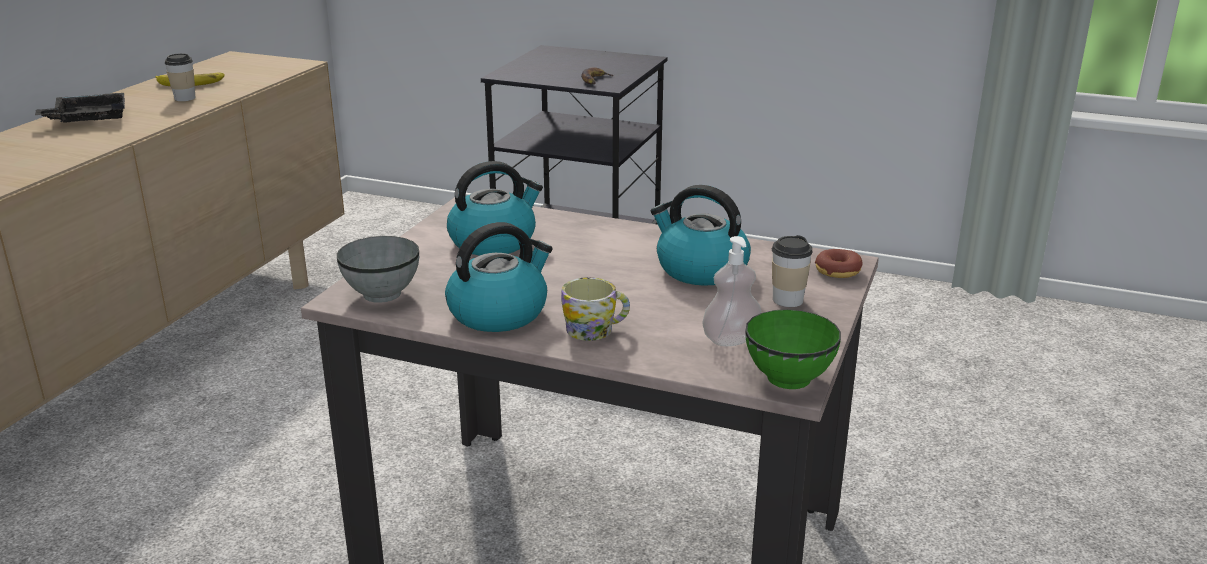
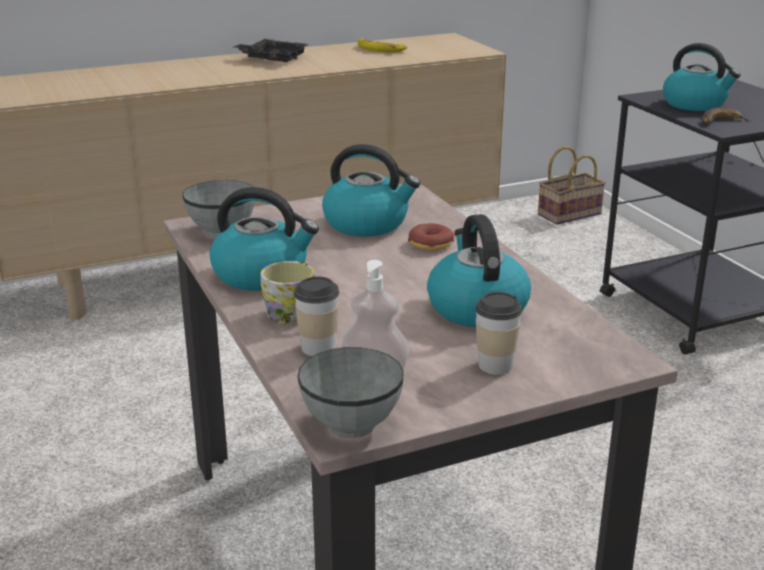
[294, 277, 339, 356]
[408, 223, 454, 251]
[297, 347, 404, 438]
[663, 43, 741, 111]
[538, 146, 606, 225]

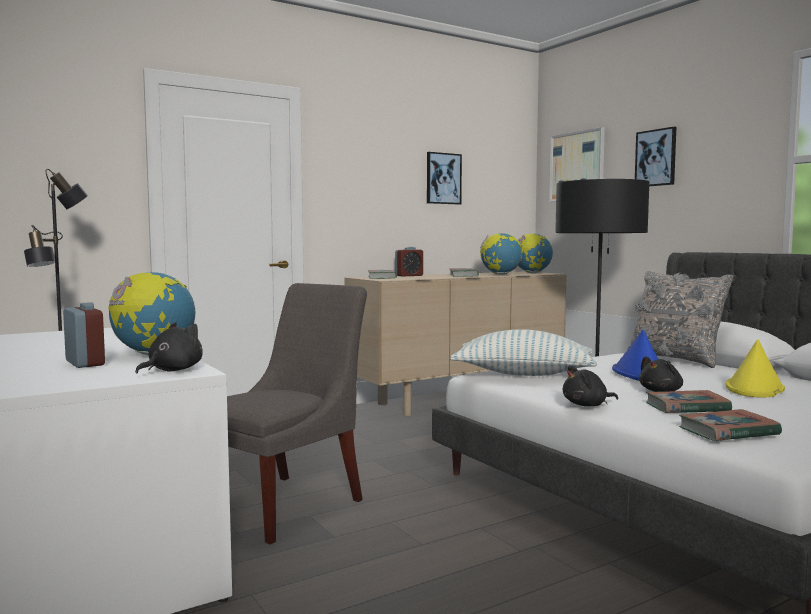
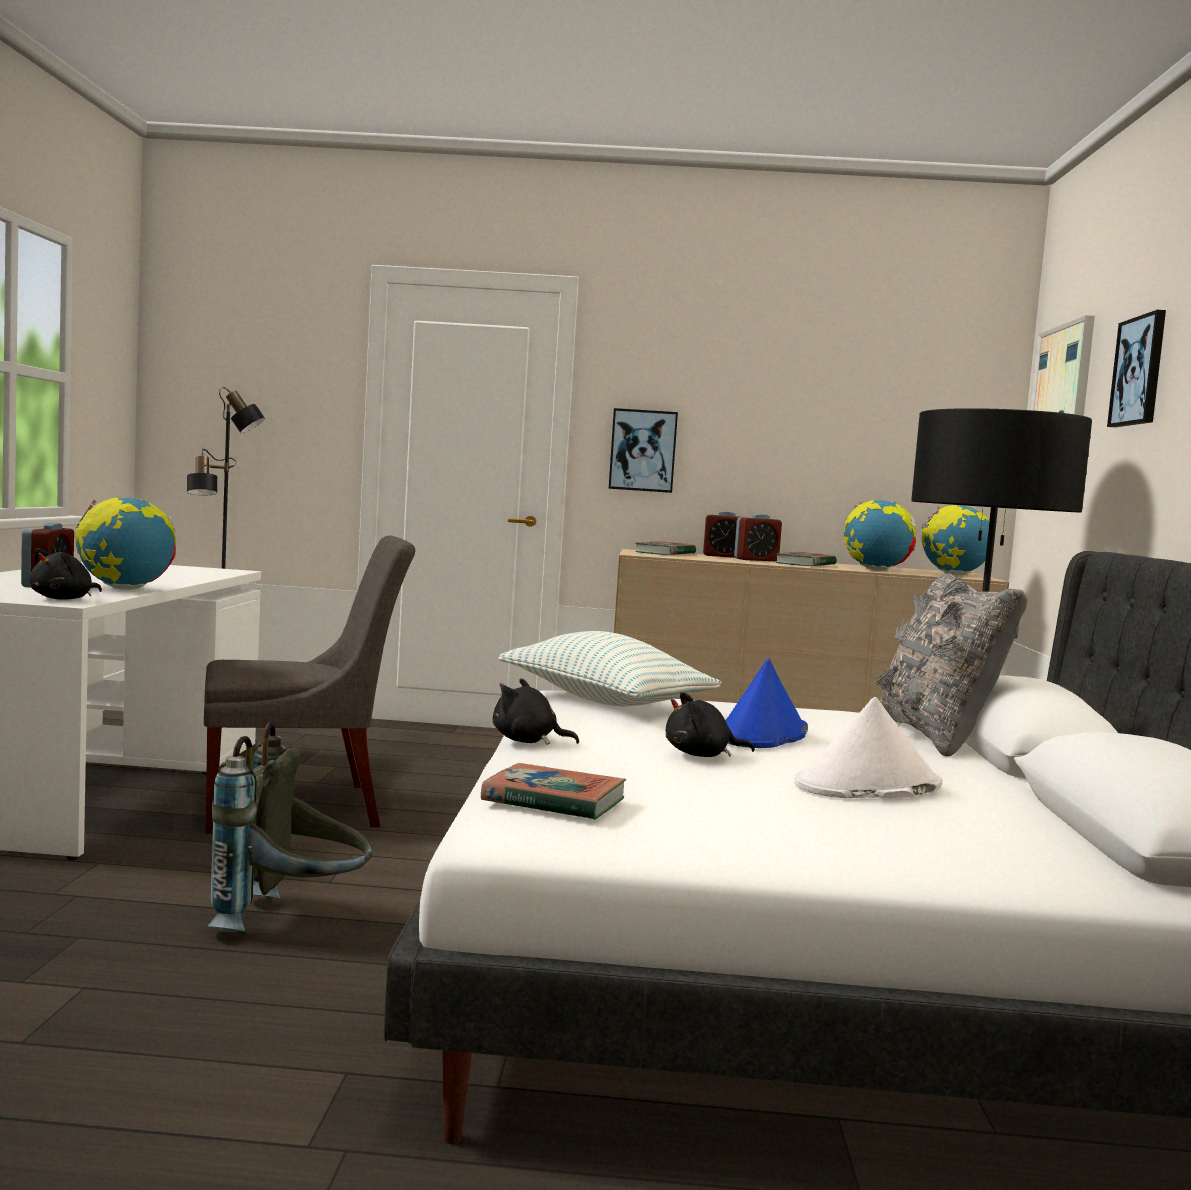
[609, 408, 678, 493]
[29, 548, 102, 600]
[794, 697, 942, 798]
[646, 390, 732, 413] (first image)
[734, 514, 782, 561]
[207, 722, 372, 931]

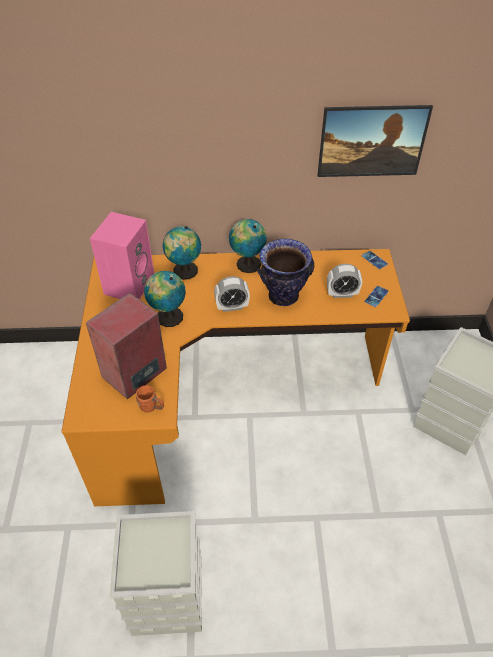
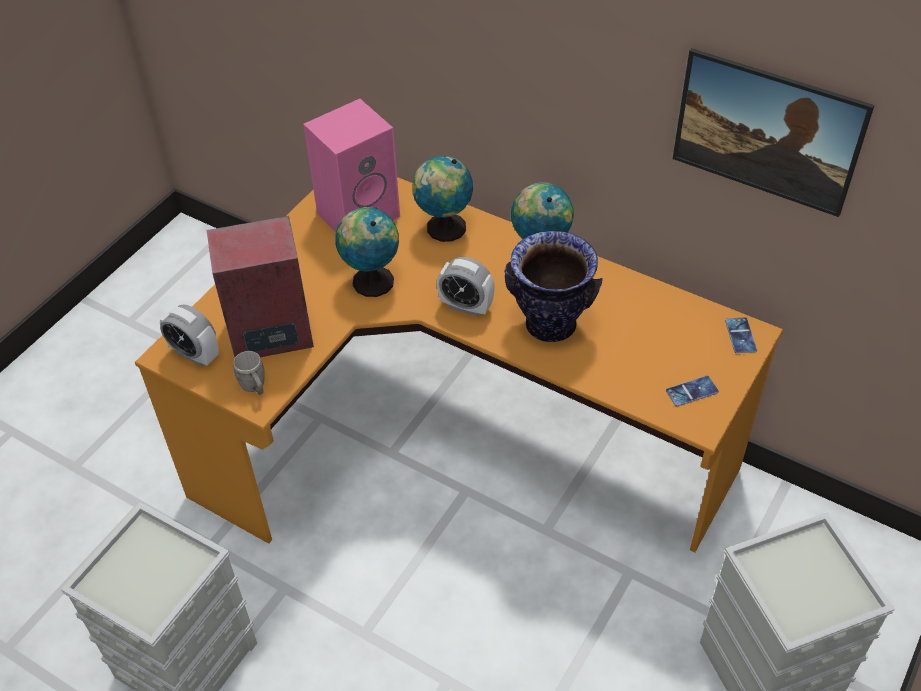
[160, 304, 219, 367]
[233, 351, 265, 395]

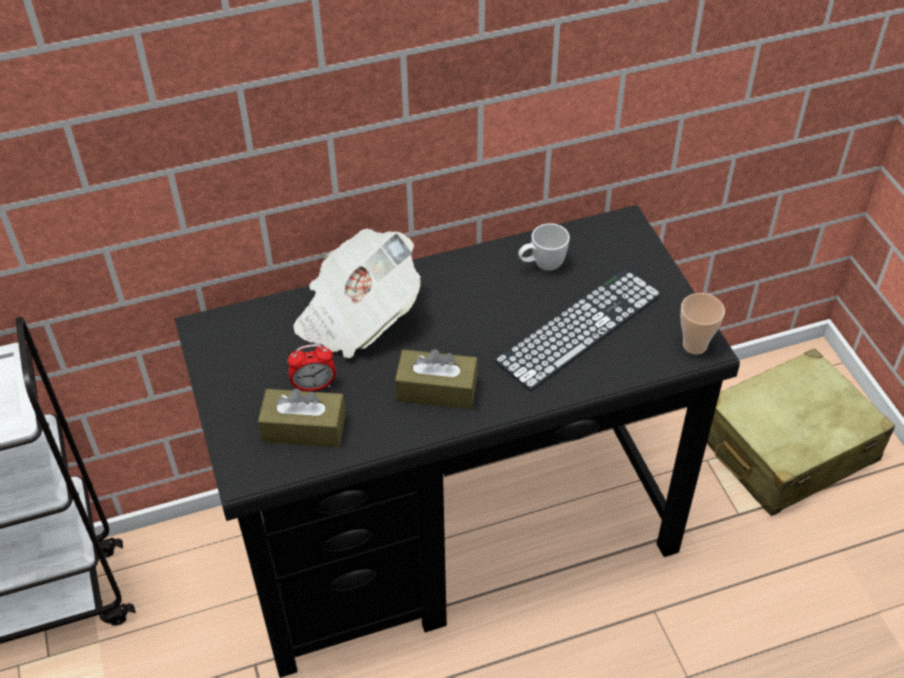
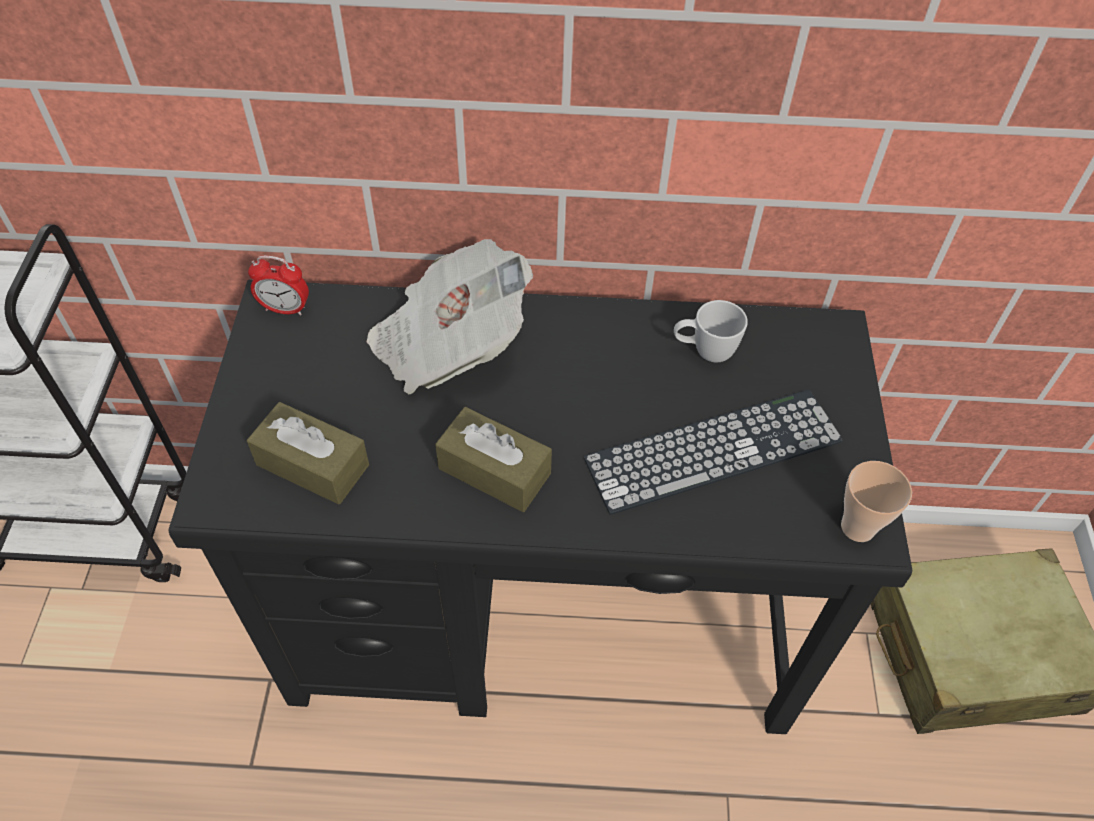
[248, 255, 309, 315]

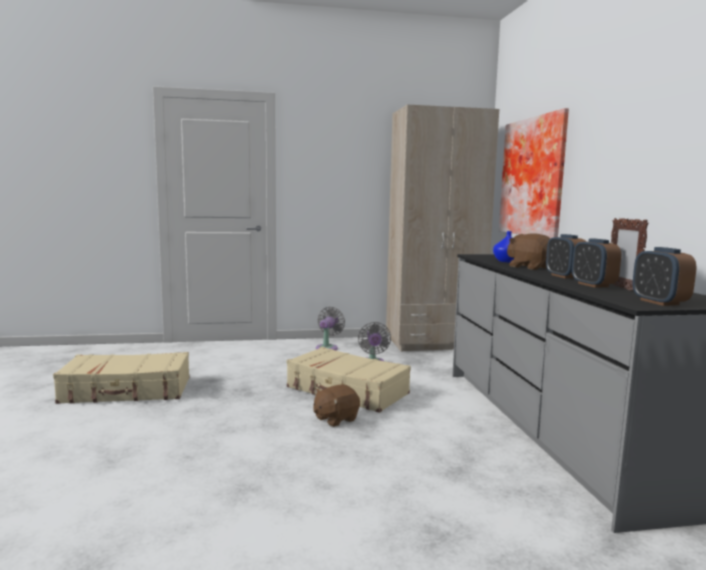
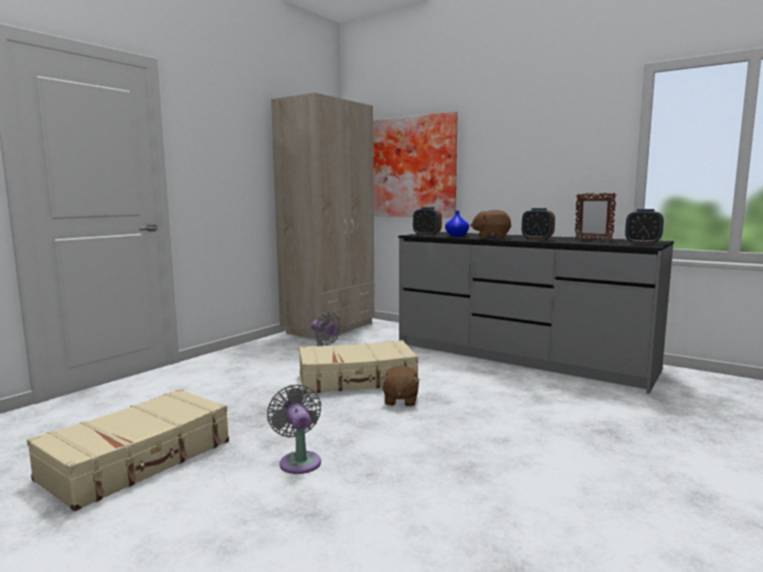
[413, 207, 442, 236]
[267, 385, 321, 474]

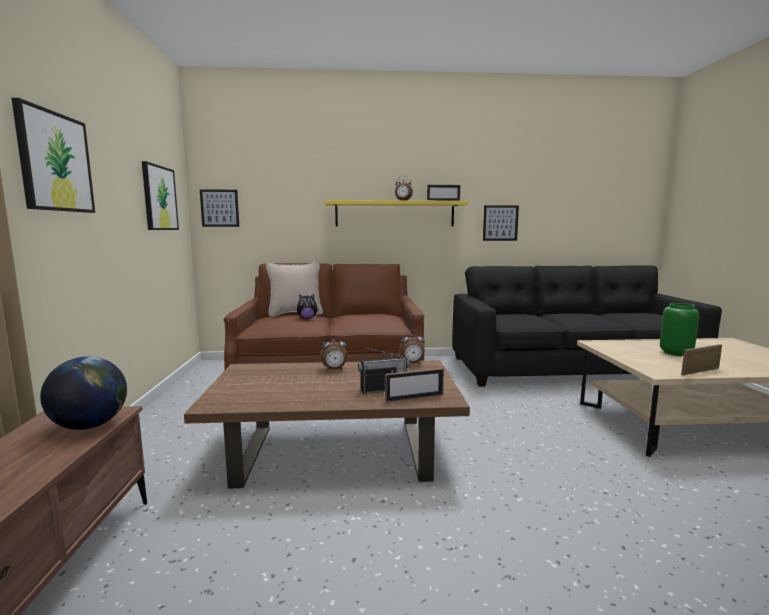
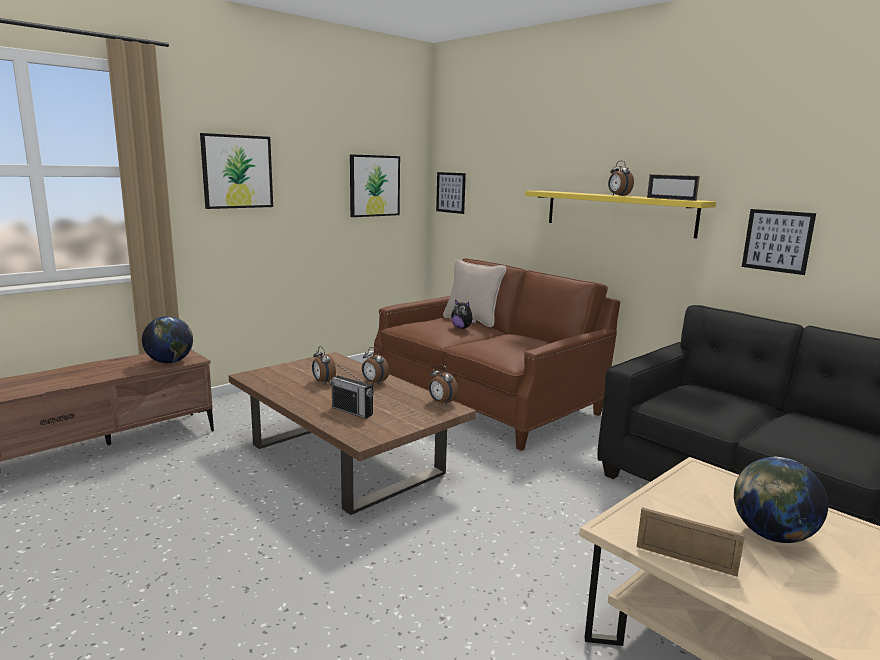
[734, 456, 828, 543]
[385, 368, 444, 402] (first image)
[312, 346, 336, 385]

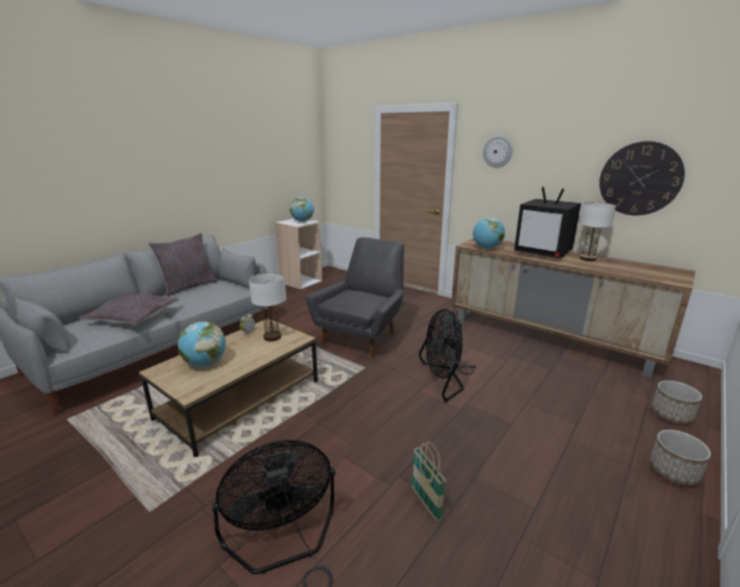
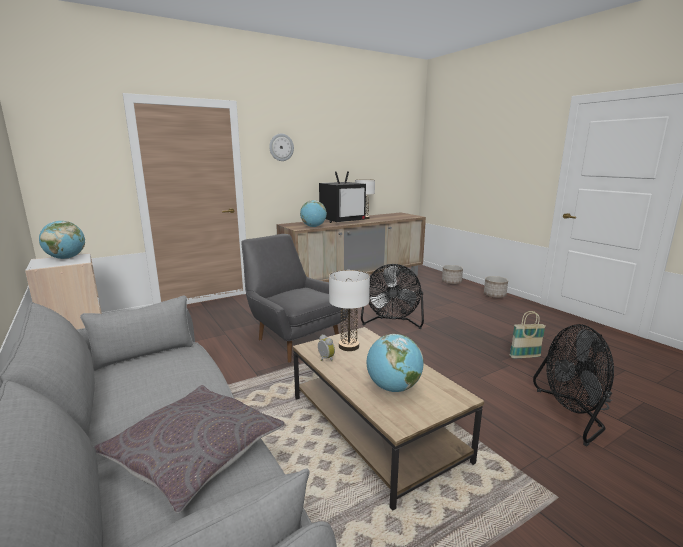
[599, 141, 685, 216] (first image)
[149, 233, 217, 296] (first image)

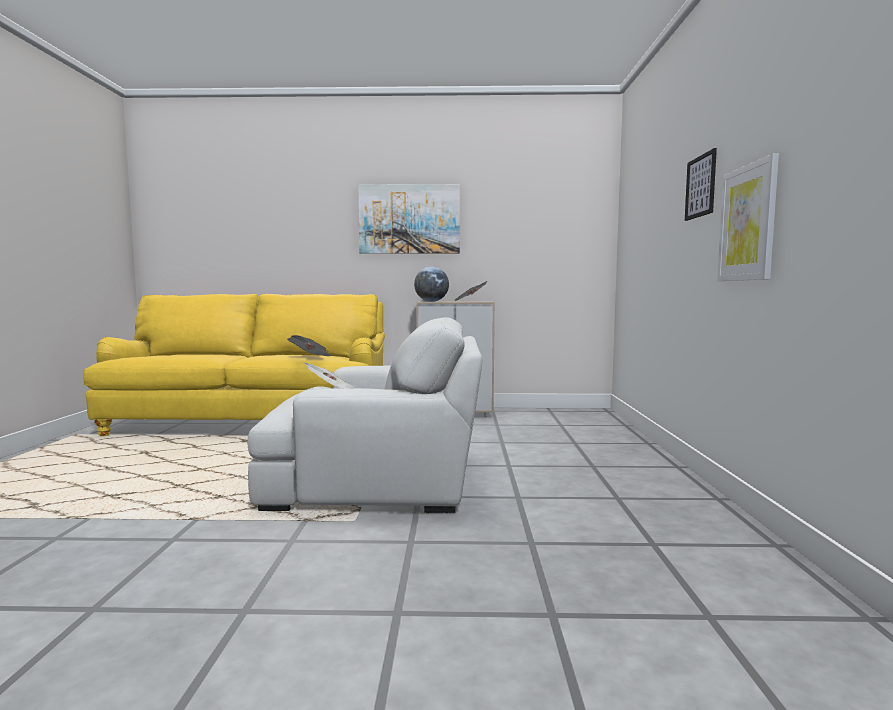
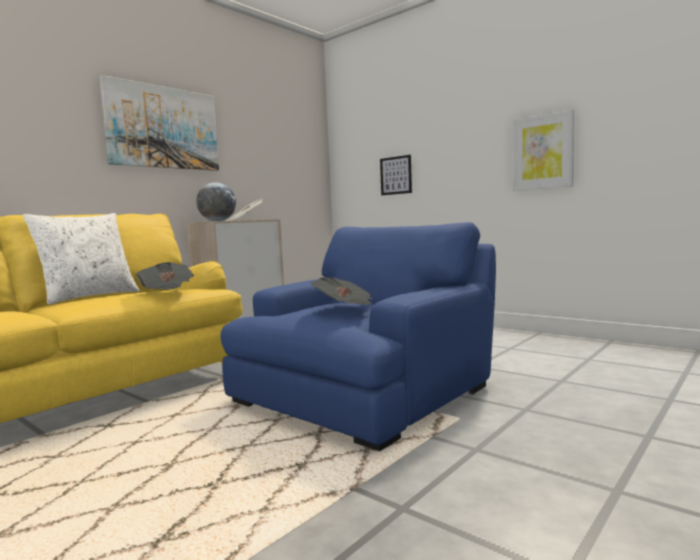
[380, 155, 412, 195]
[220, 222, 496, 451]
[23, 213, 140, 305]

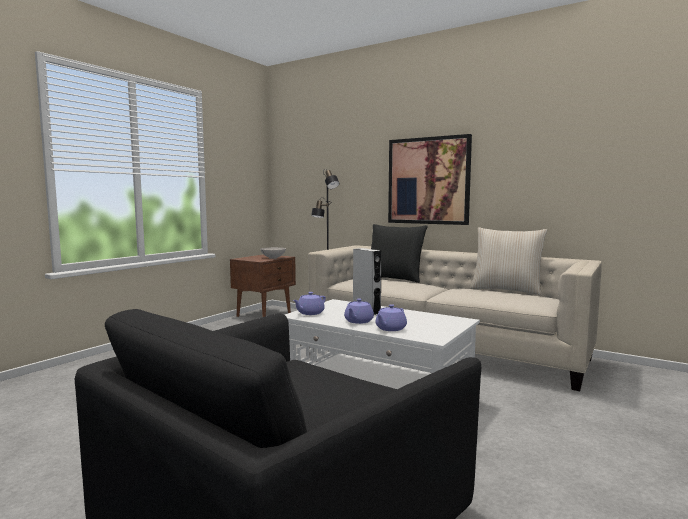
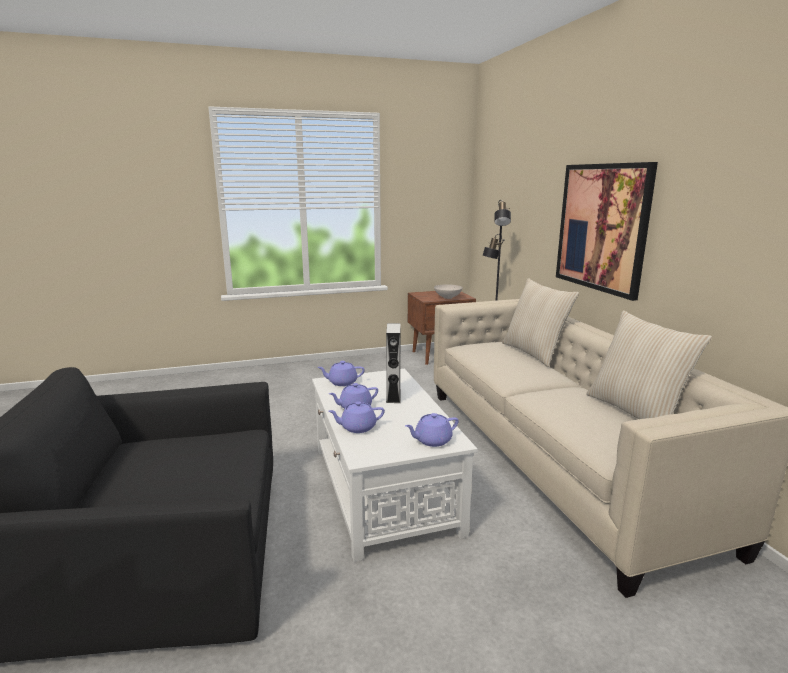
[502, 278, 579, 367]
[405, 413, 459, 447]

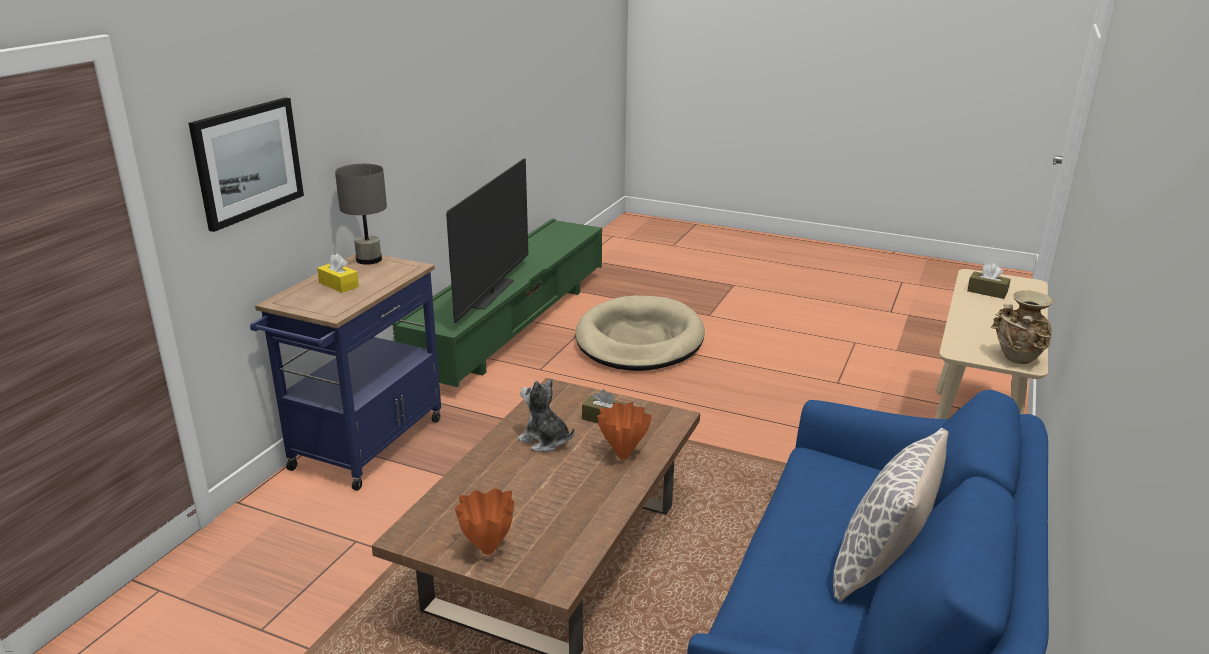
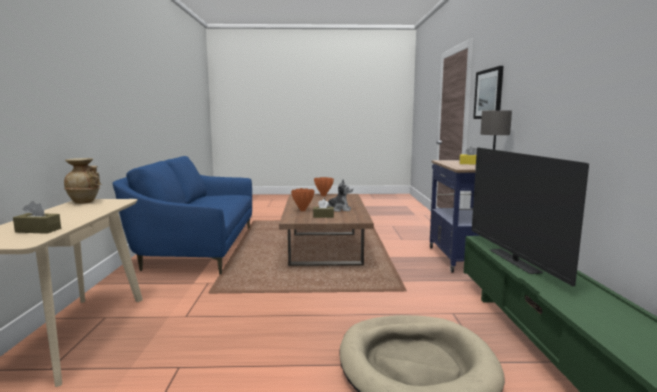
[833, 428, 949, 602] (first image)

